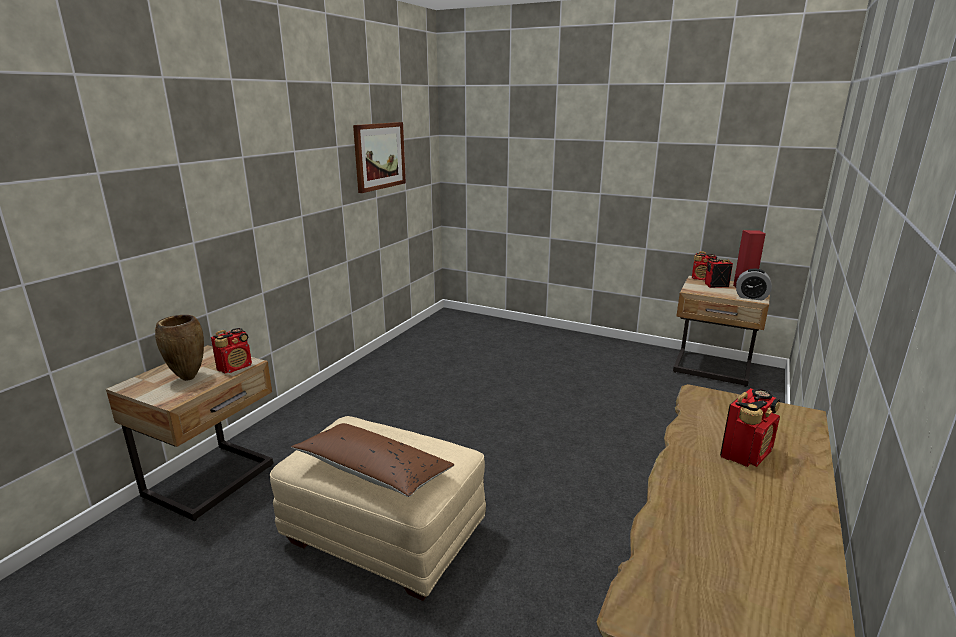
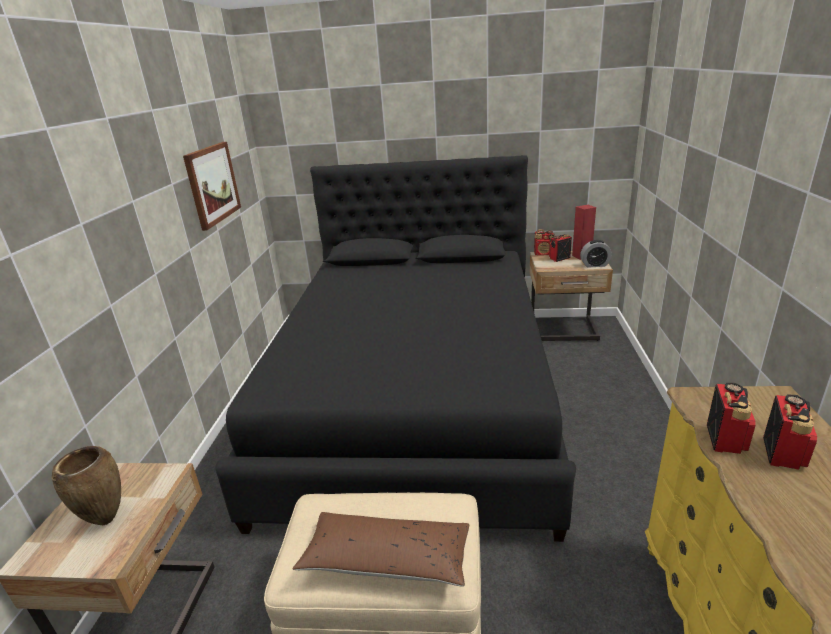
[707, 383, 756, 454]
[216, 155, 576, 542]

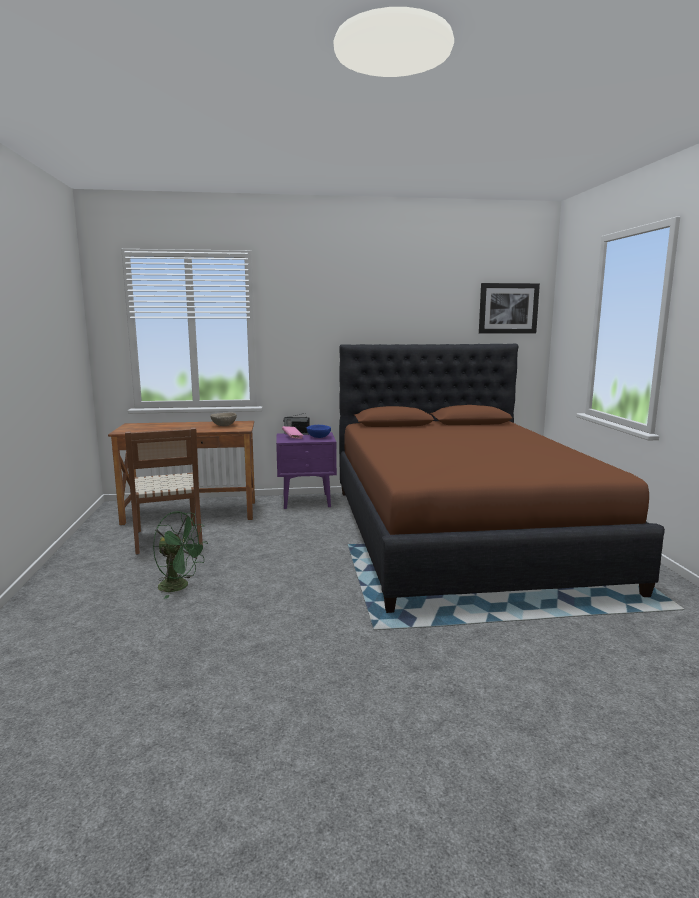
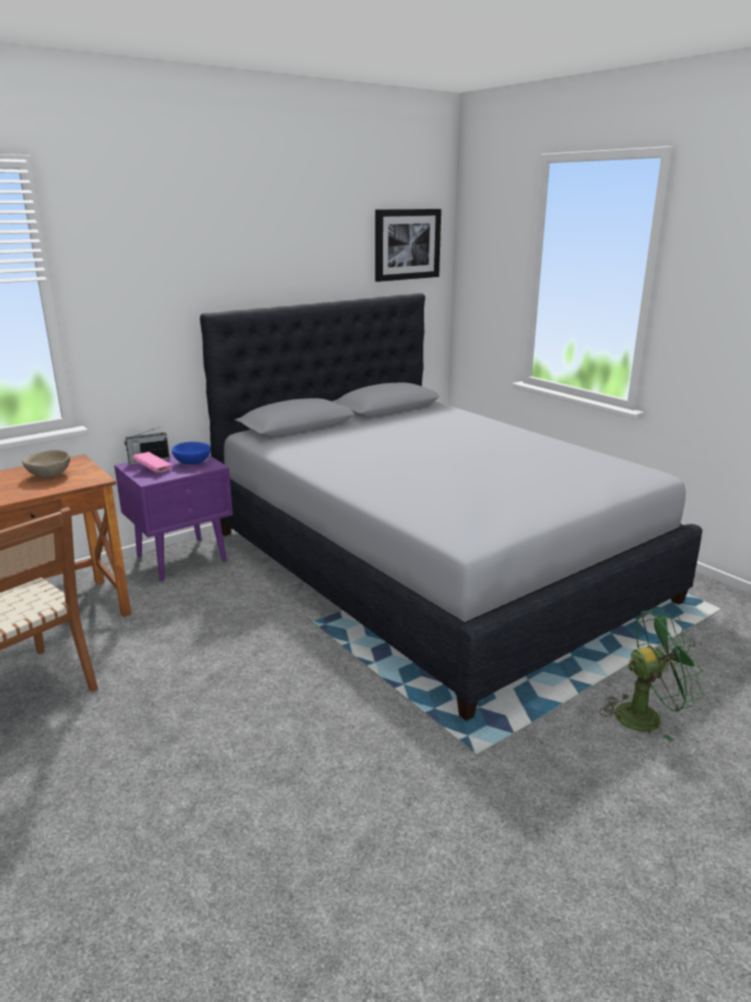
[200, 293, 703, 721]
[599, 608, 704, 742]

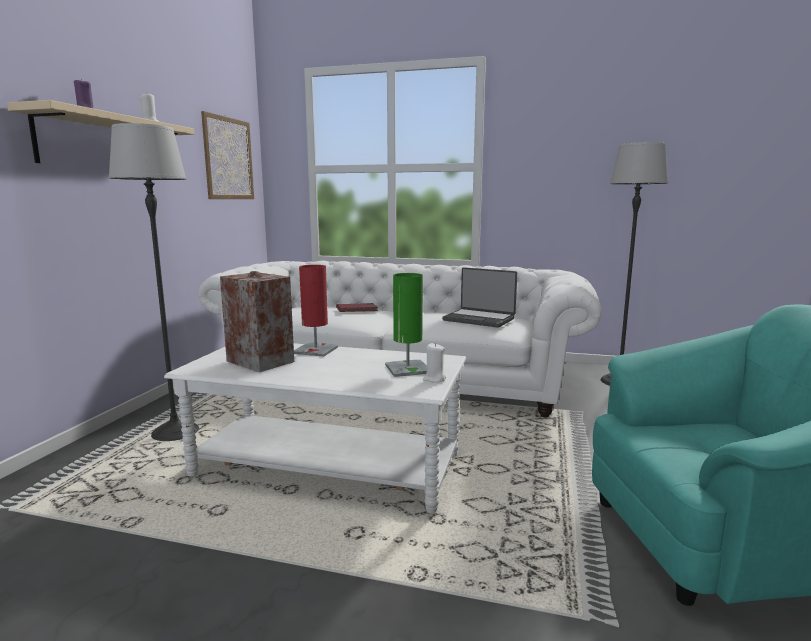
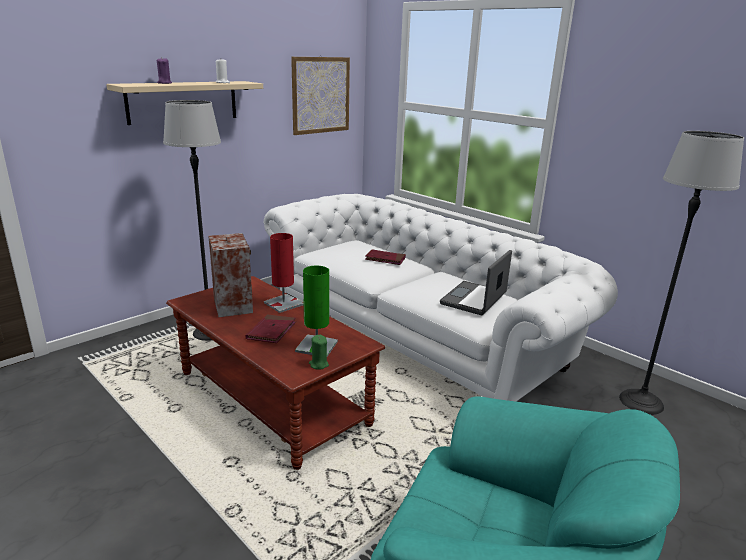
[440, 250, 512, 315]
[166, 276, 385, 470]
[309, 335, 329, 370]
[246, 314, 296, 343]

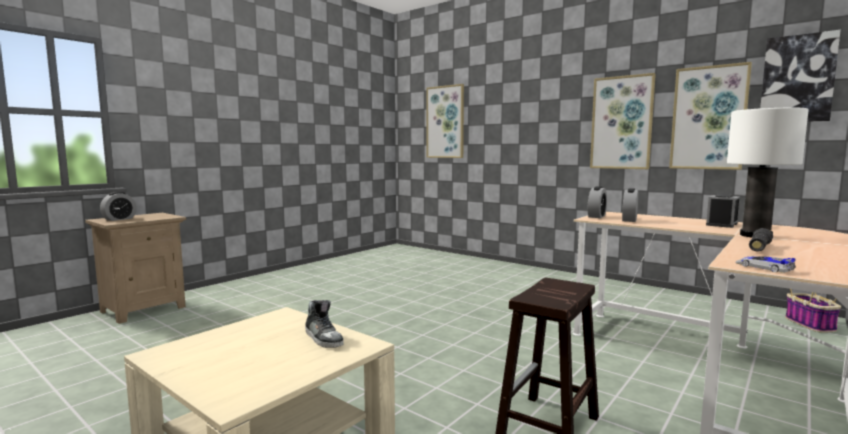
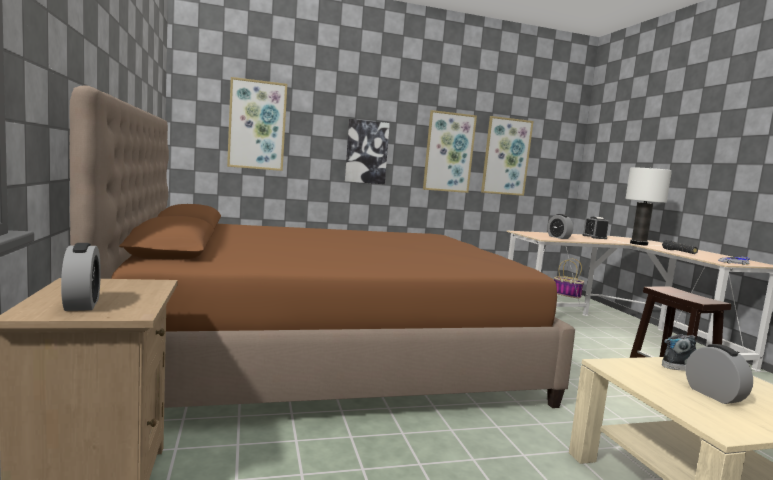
[345, 119, 390, 184]
[686, 344, 753, 404]
[69, 86, 575, 408]

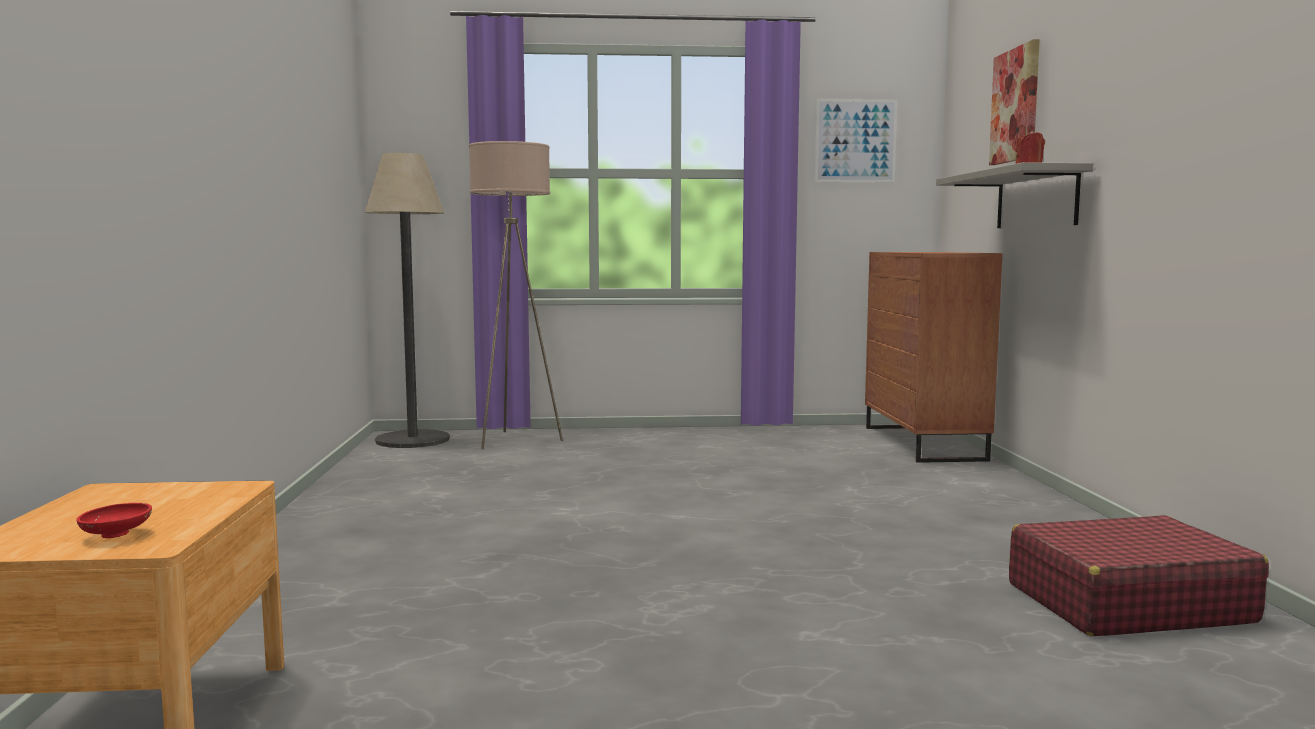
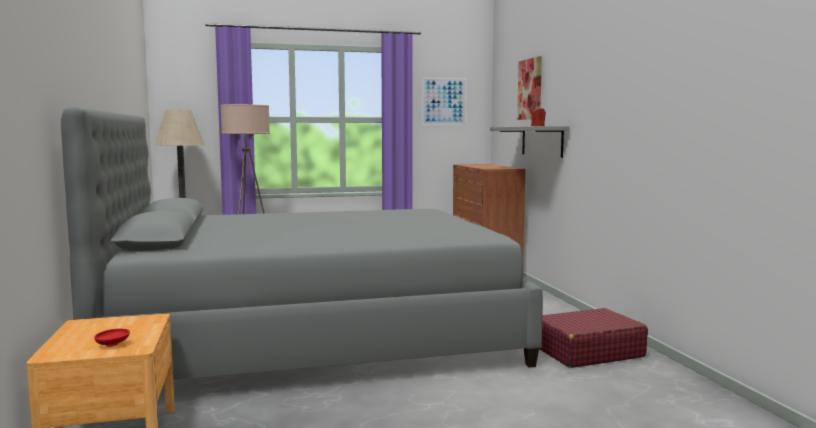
[61, 107, 543, 380]

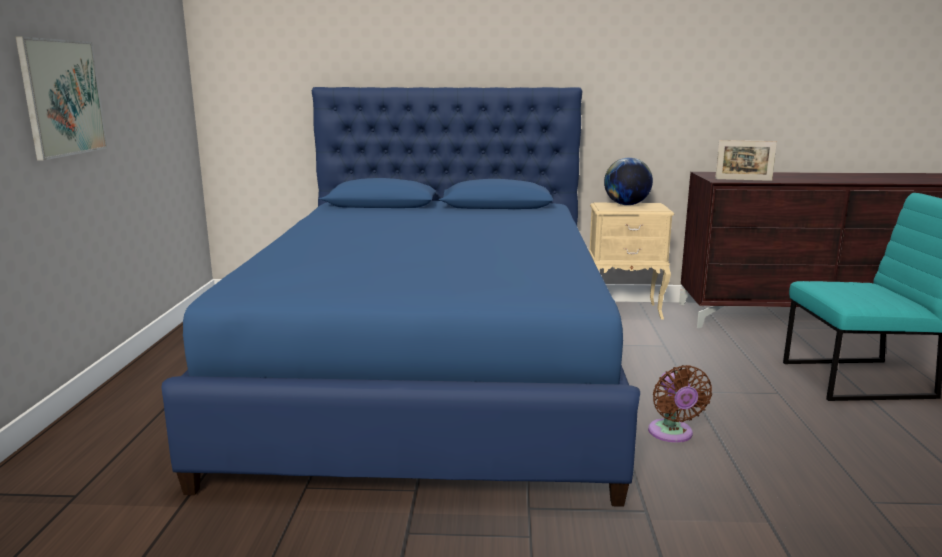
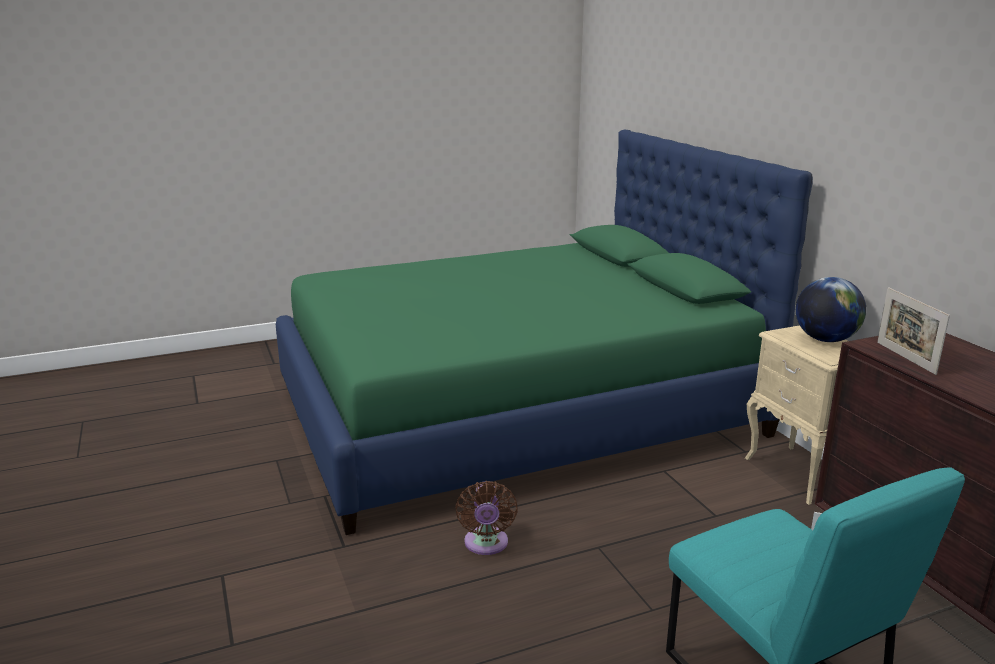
[16, 37, 107, 160] (first image)
[276, 130, 813, 535]
[455, 481, 518, 555]

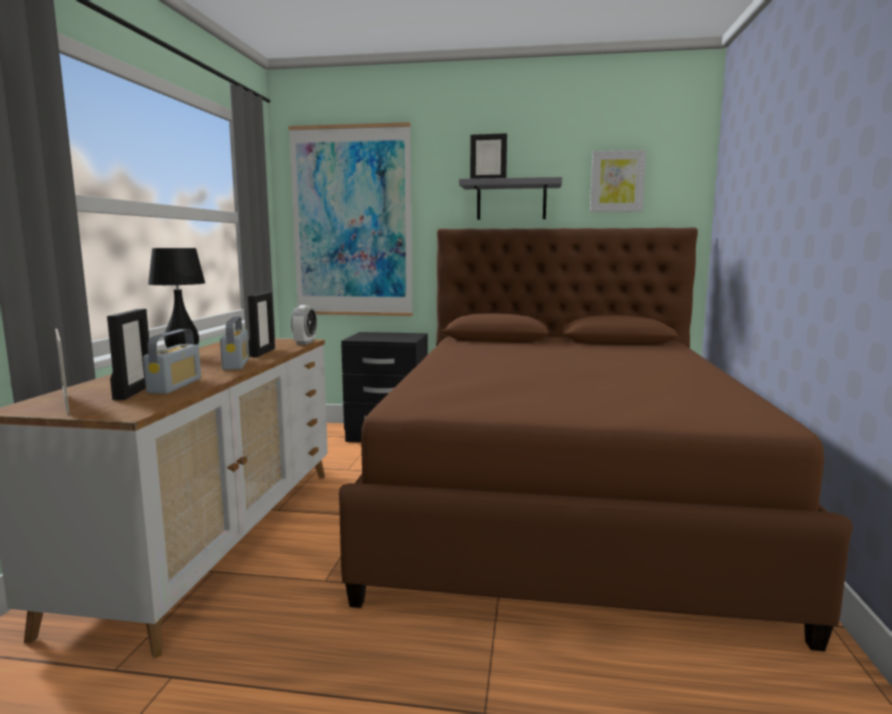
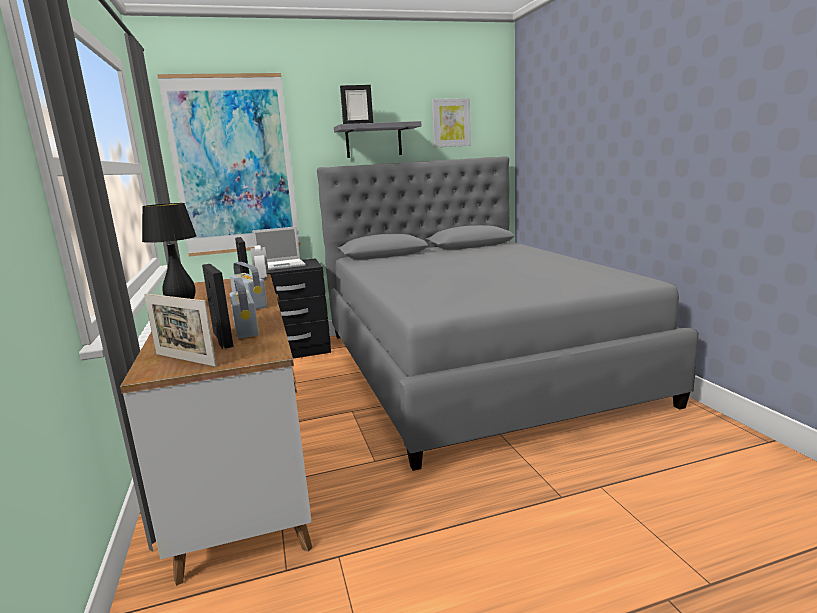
[317, 156, 699, 471]
[252, 226, 306, 270]

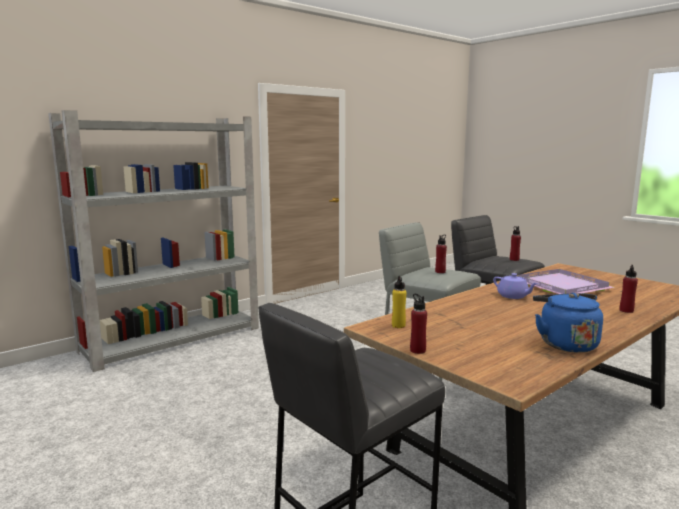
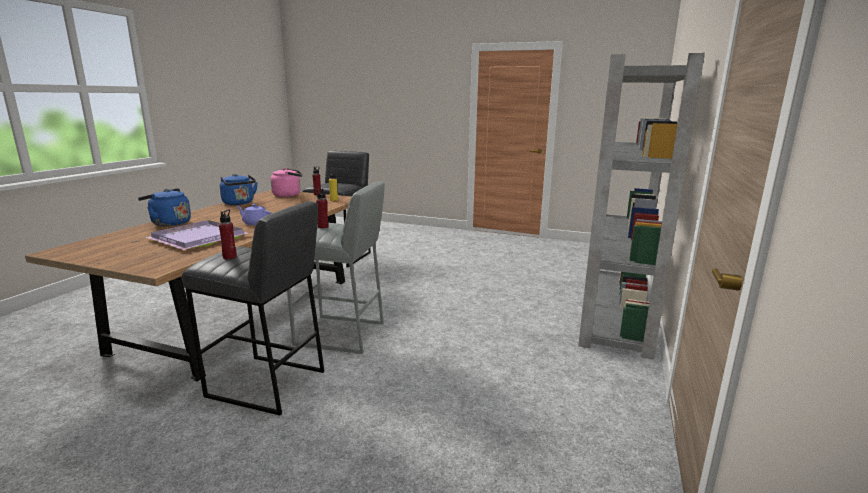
[138, 188, 191, 227]
[271, 168, 302, 197]

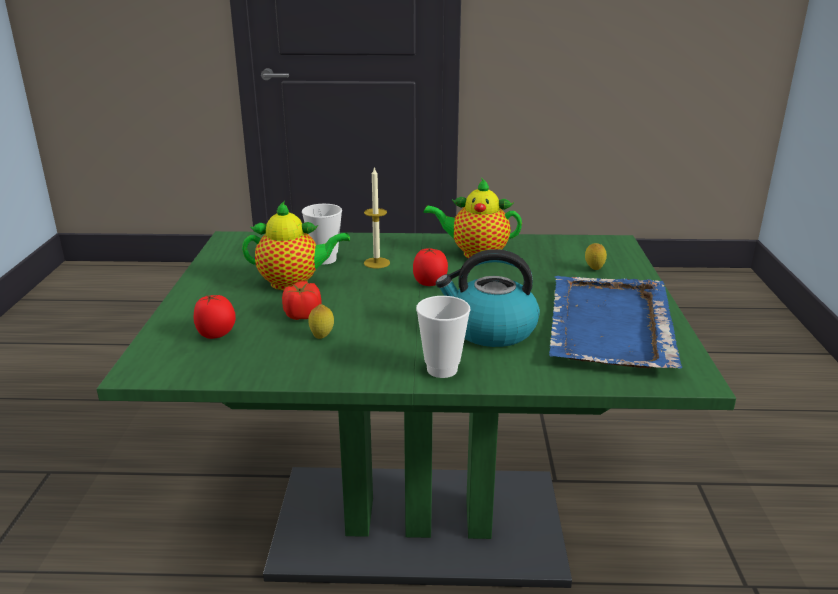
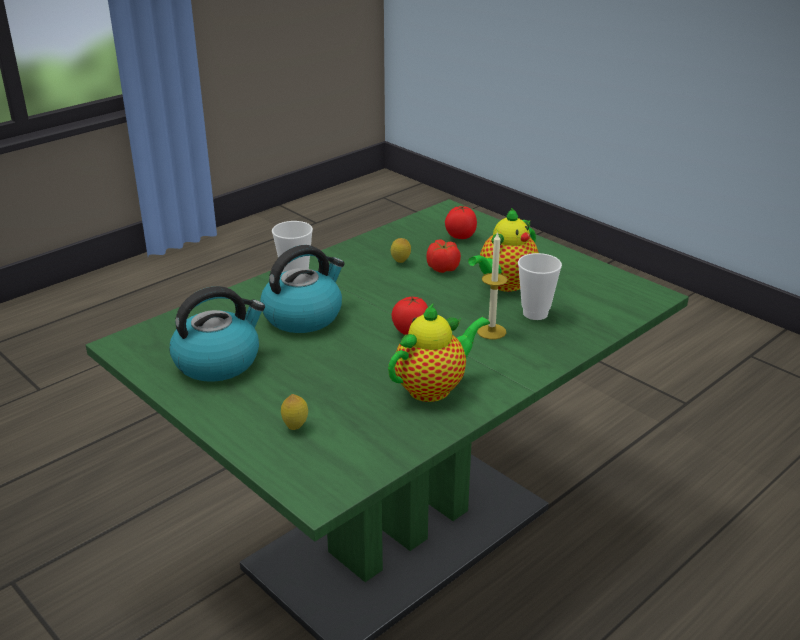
[170, 286, 265, 382]

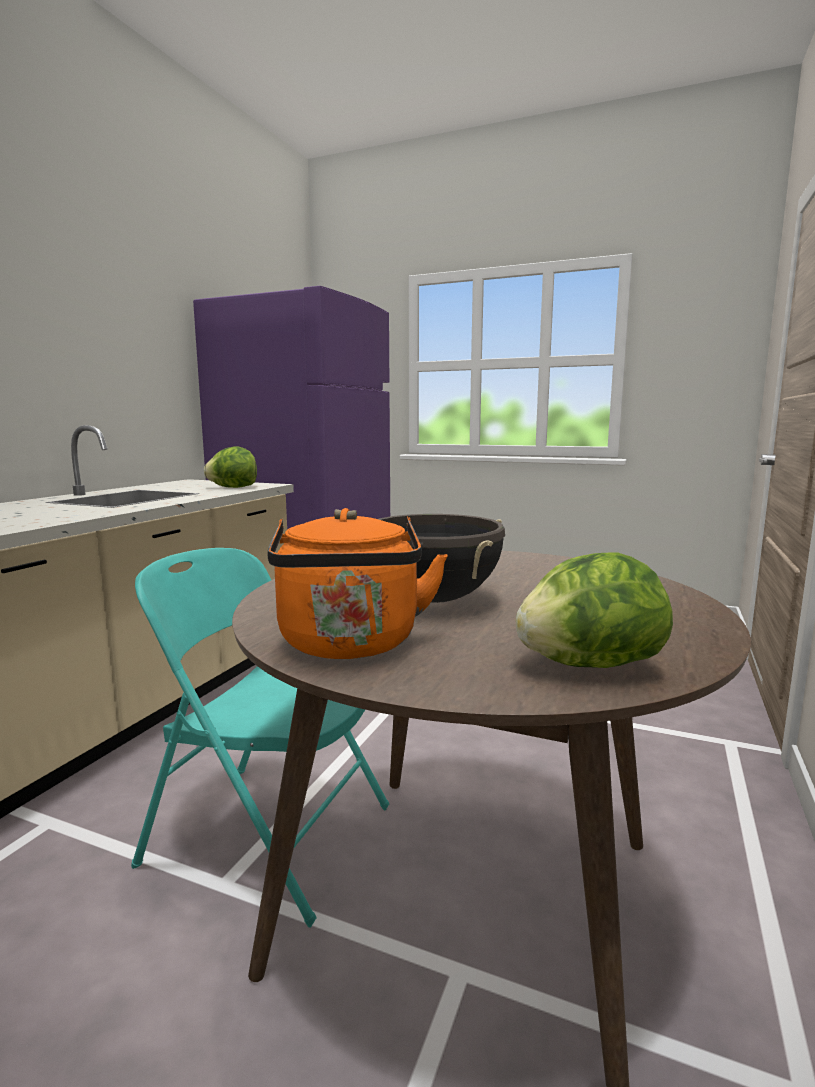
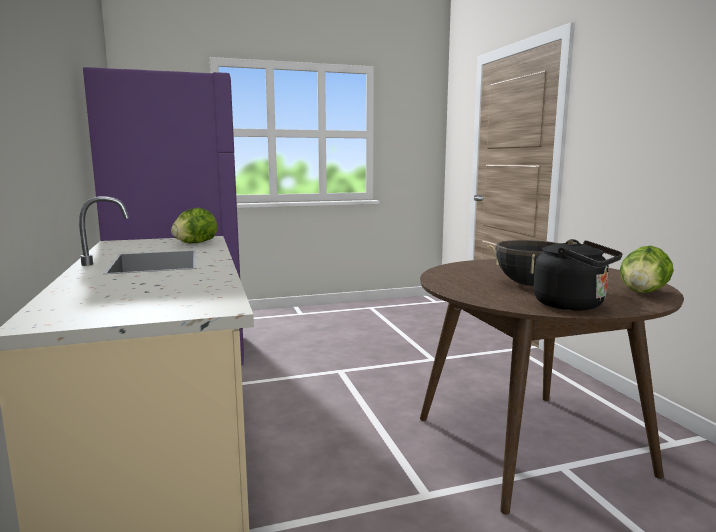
[533, 239, 623, 311]
[131, 548, 389, 928] (first image)

